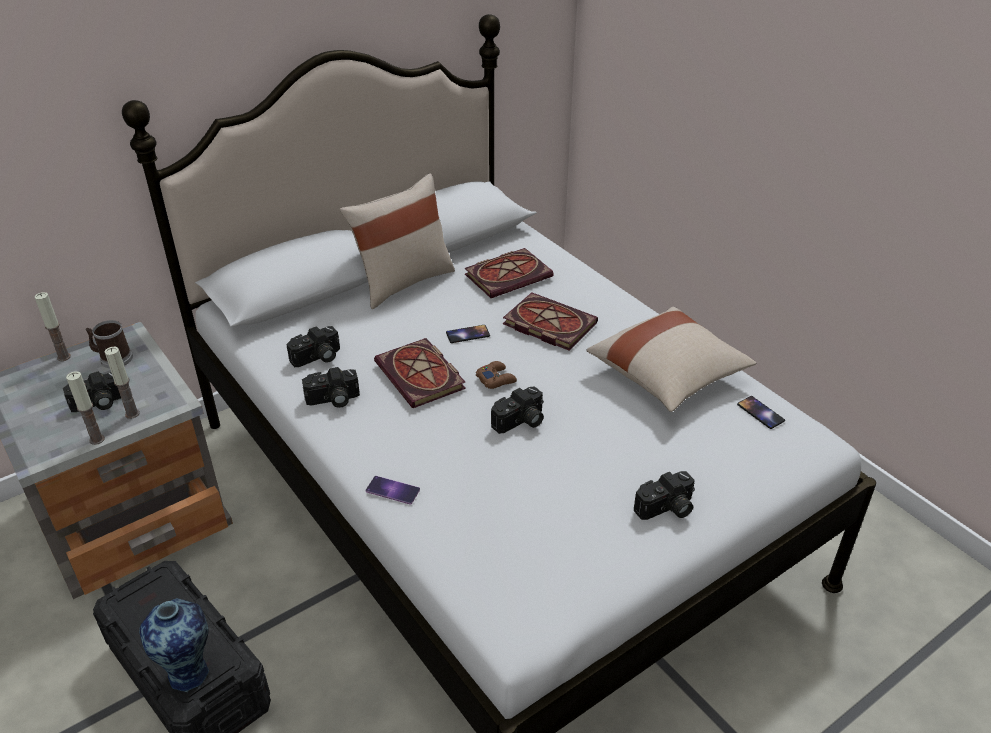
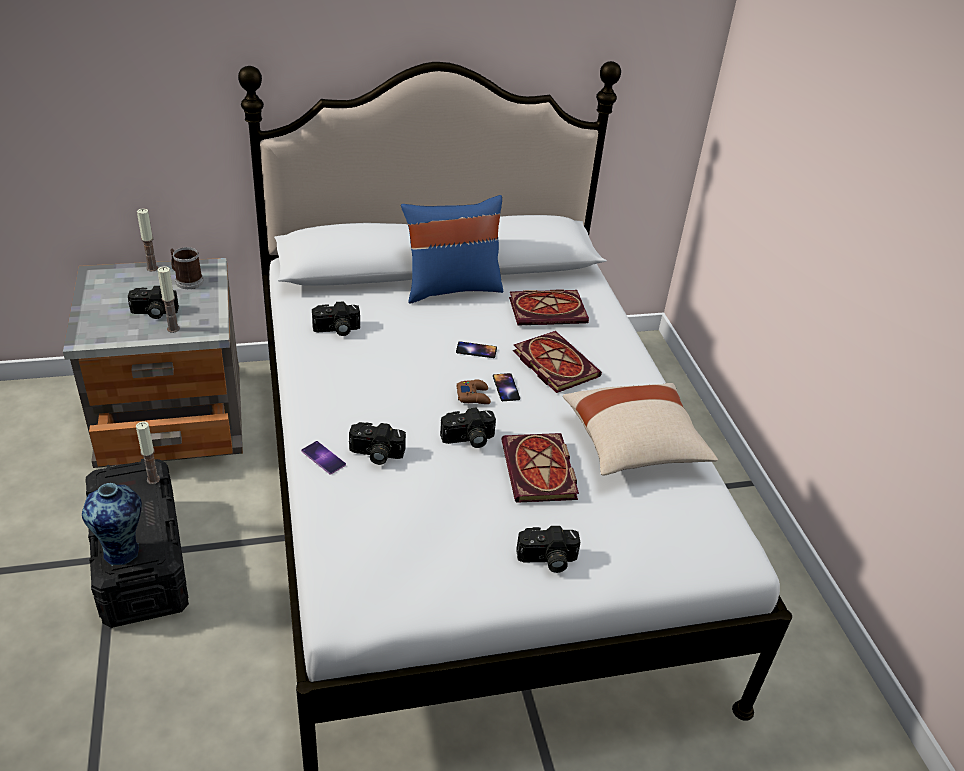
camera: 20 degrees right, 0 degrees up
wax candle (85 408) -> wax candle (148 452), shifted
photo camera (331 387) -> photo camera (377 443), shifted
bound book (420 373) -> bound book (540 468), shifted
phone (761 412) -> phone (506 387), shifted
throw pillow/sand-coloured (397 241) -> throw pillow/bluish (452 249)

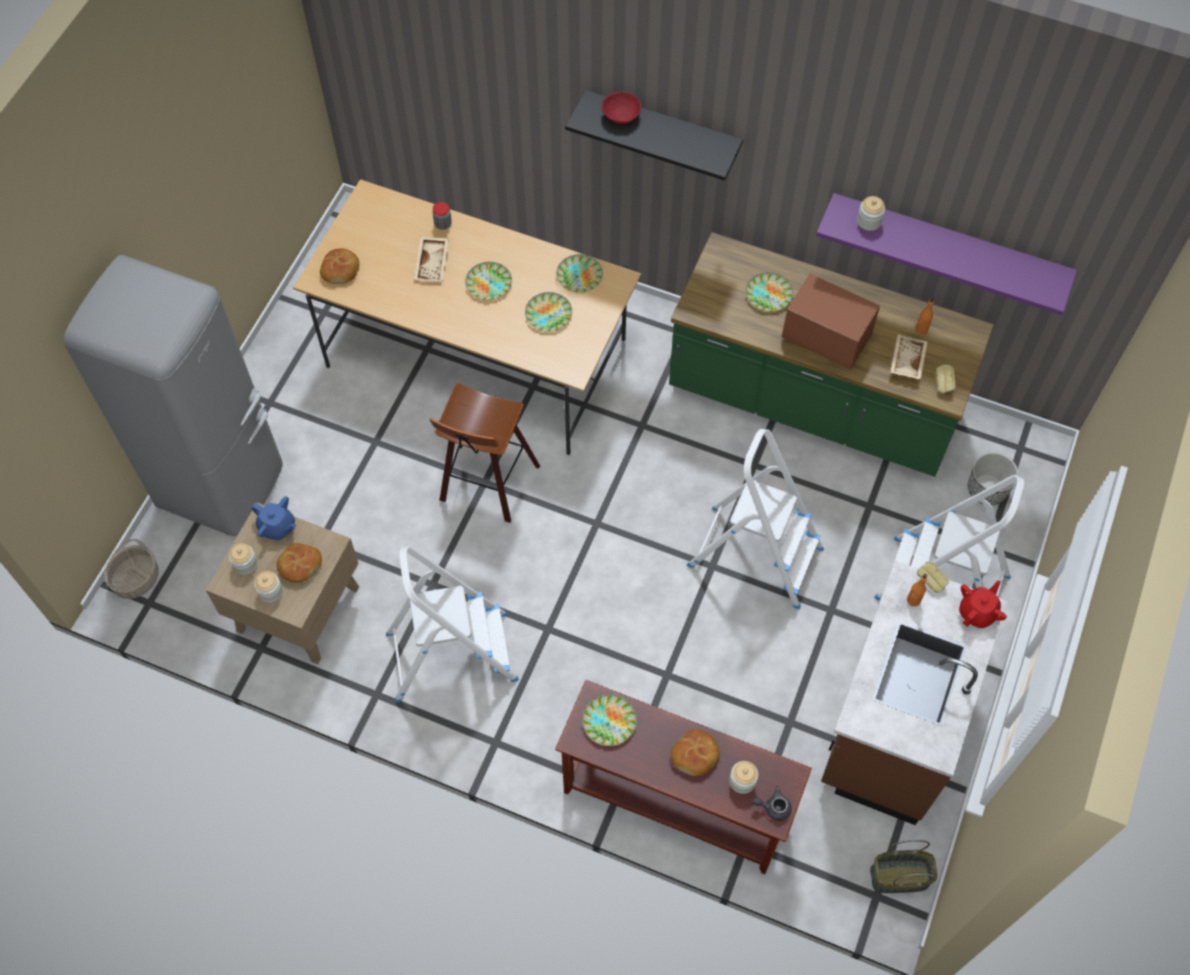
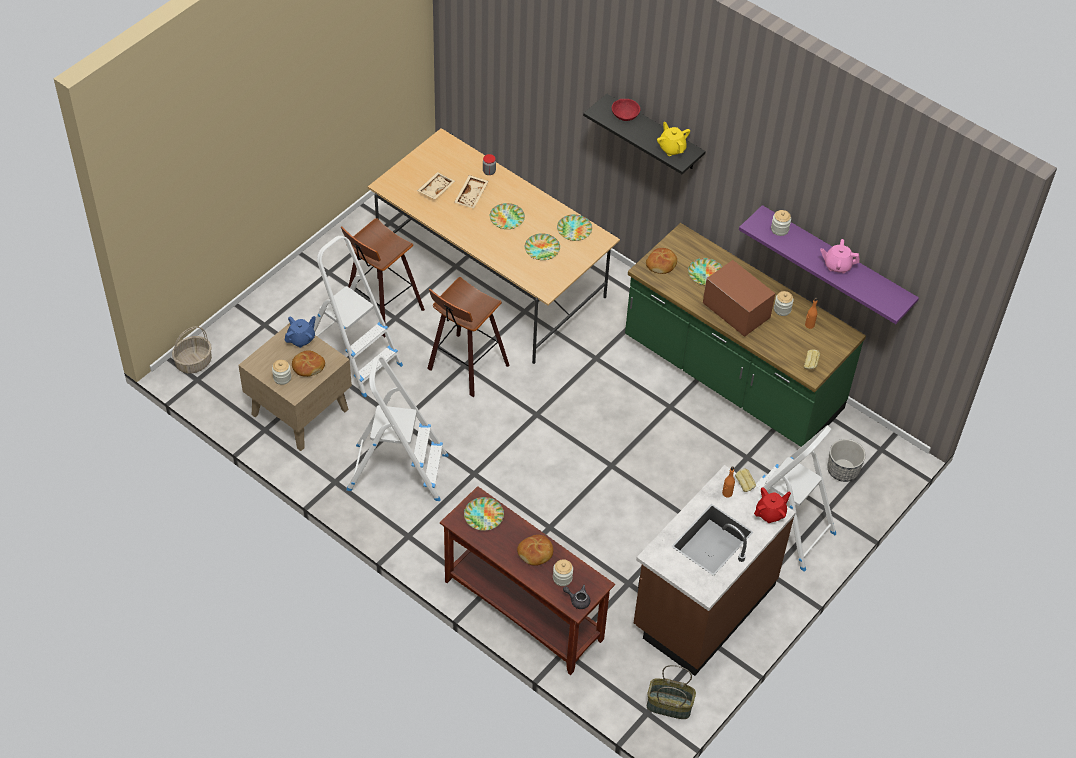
camera: 15 degrees right, 10 degrees down
kitchen fridge/gray (173 395) -> none
none -> stool seat (383 277)
none -> teapot/yellowish (673 139)
none -> teapot/pink-coloured (840 256)
jar (243 559) -> jar (784 303), shifted
baked bread (339 266) -> baked bread (661 261), shifted
step stool/white (755 519) -> step stool/white (358 316), shifted
tray/sand-coloured (908 357) -> tray/sand-coloured (436 186), shifted
teapot/bluish (274 518) -> teapot/bluish (300 332), 90 degrees counterclockwise

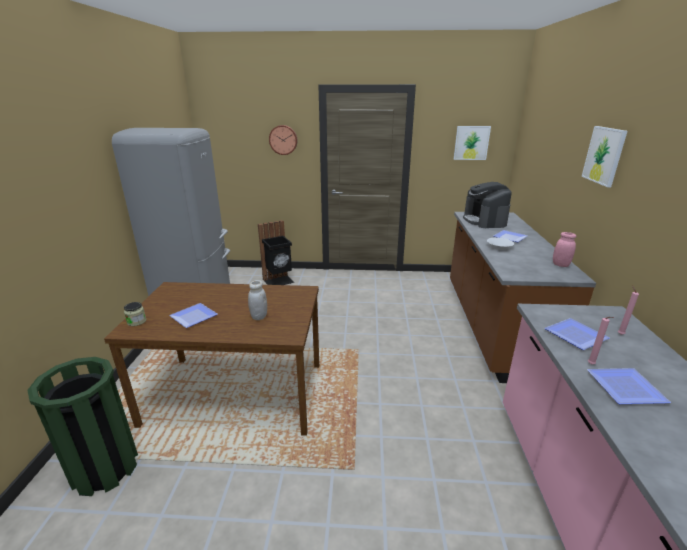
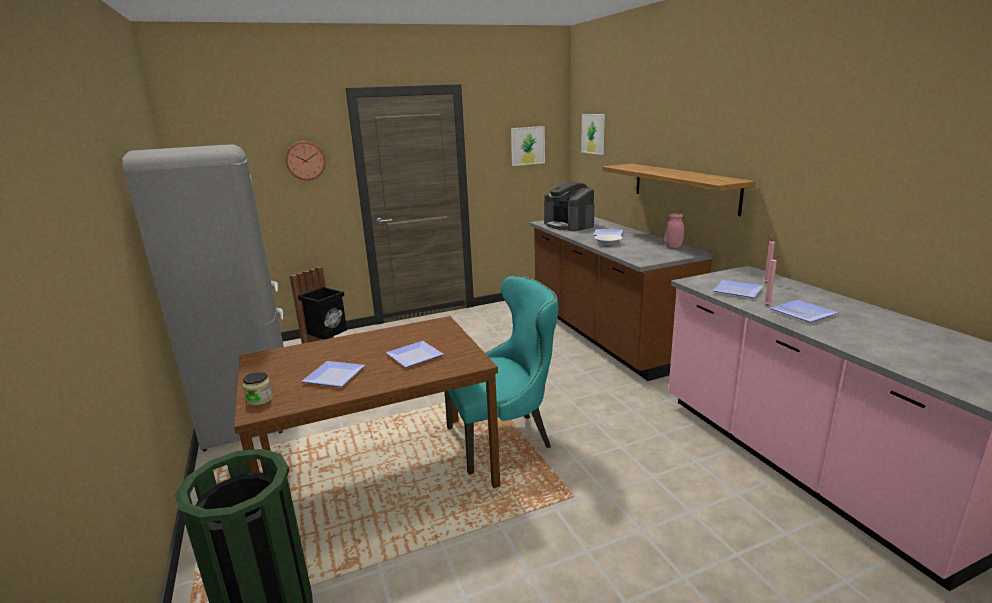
camera: 25 degrees left, 5 degrees down
none -> upright chair/turquoise-coloured (501 375)
none -> shelf (679 190)
wall art (604 156) -> wall art (593 134), shifted
jar/white (257 300) -> plate (415 354)

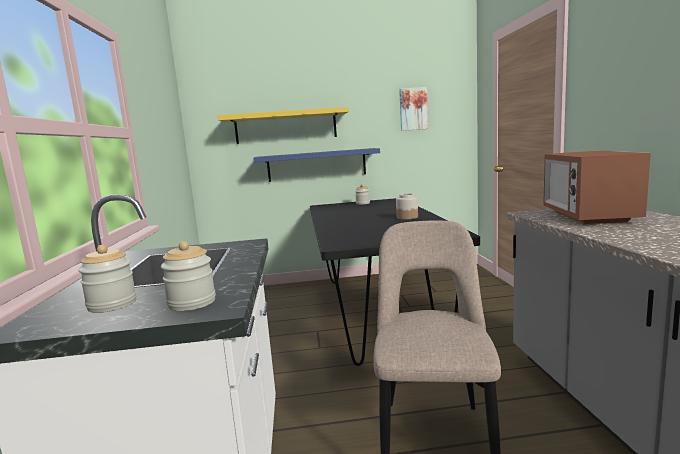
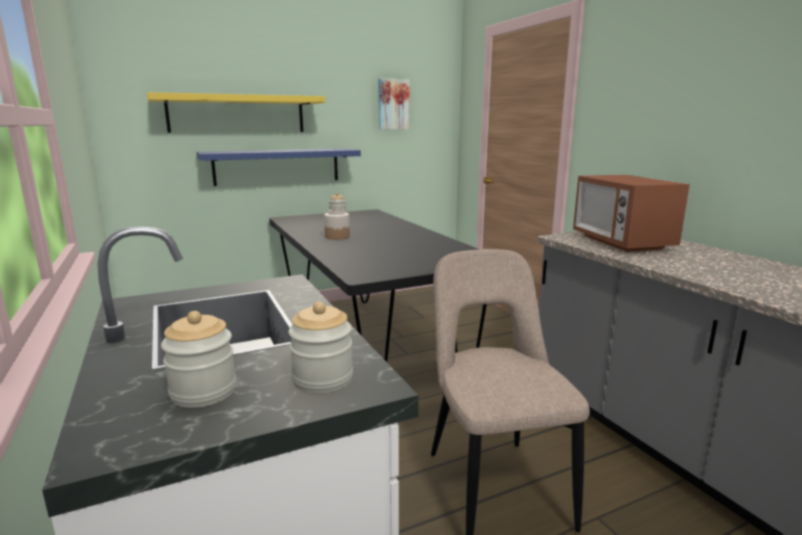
camera: 20 degrees left, 5 degrees up
jar (407 207) -> jar (337 224), shifted

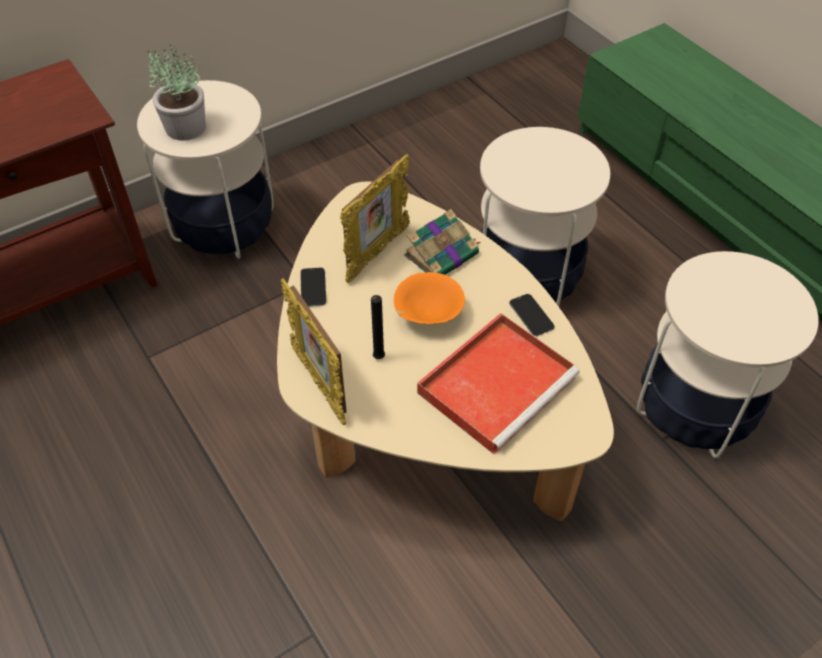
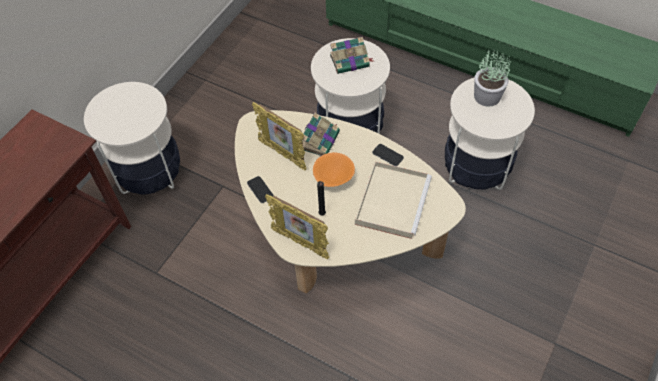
camera: 25 degrees left, 5 degrees up
none -> bound book (351 55)
potted plant (177 92) -> potted plant (492 78), shifted
tray/red-coloured (498 383) -> tray/sand-coloured (393 200)
picture frame (375 218) -> picture frame (279 136), 120 degrees clockwise

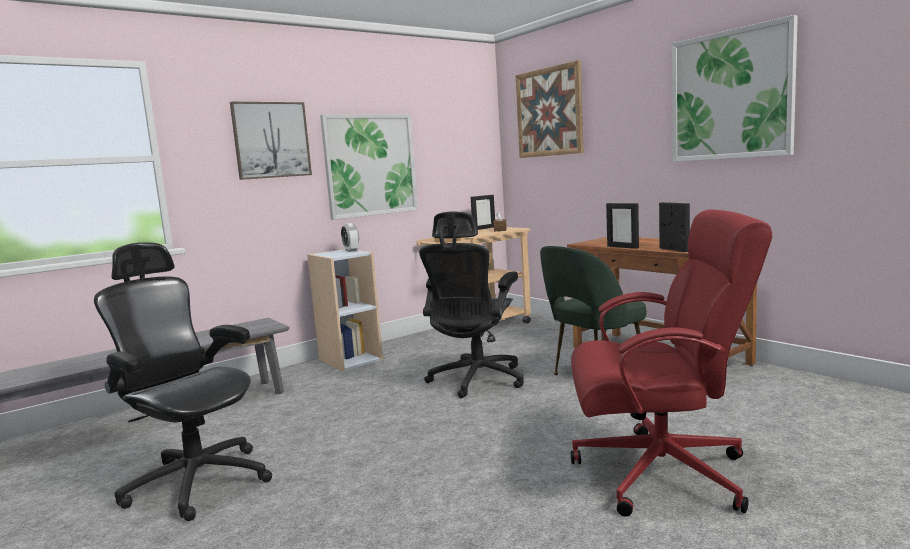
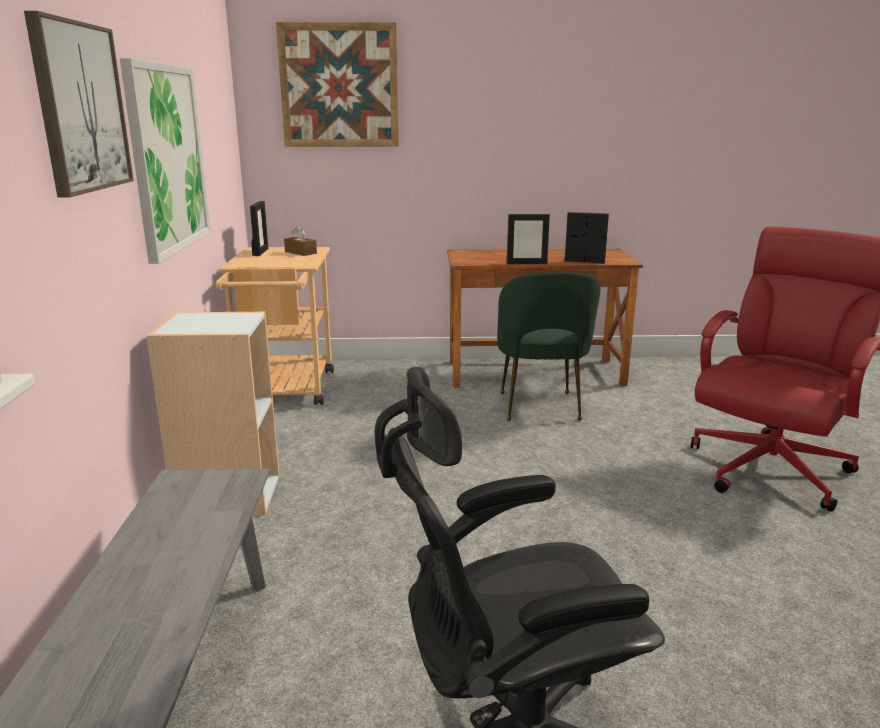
camera: 55 degrees left, 10 degrees up
alarm clock (350 237) -> none
desk chair (471 305) -> none
wall art (735 88) -> none

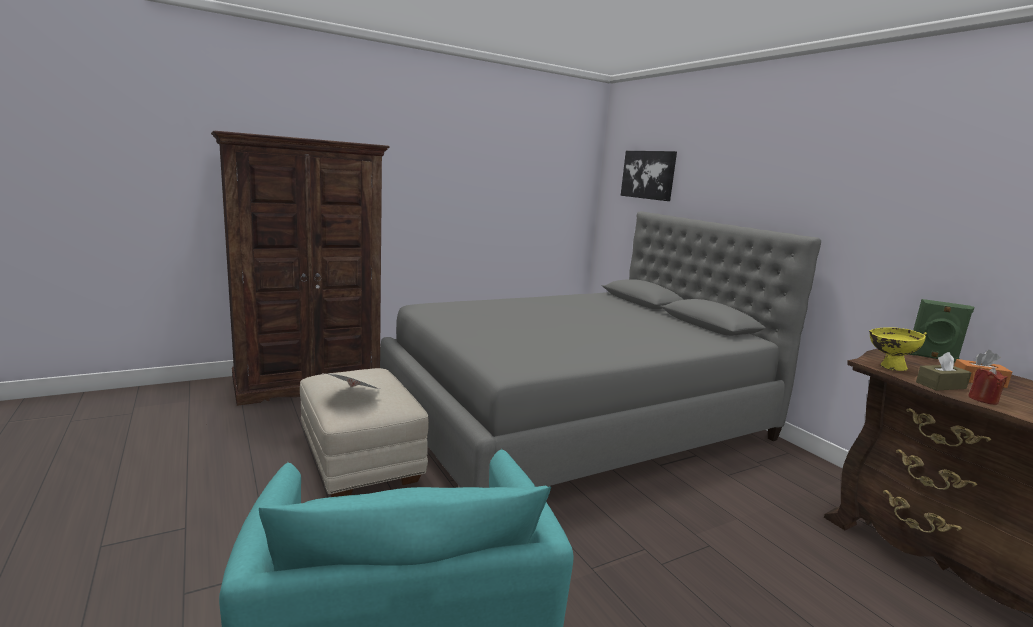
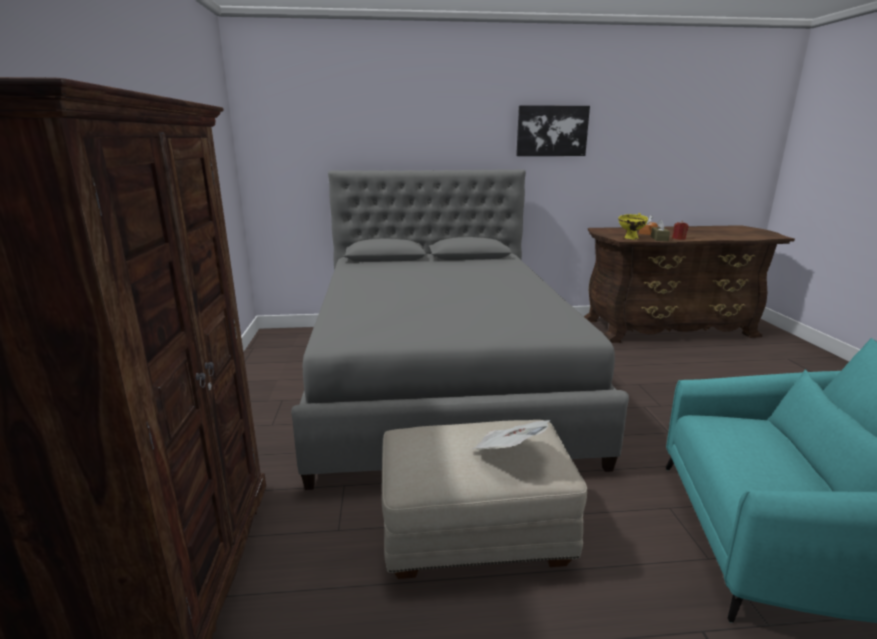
camera: 65 degrees left, 5 degrees up
loudspeaker/green-coloured (941 331) -> none
wall art (649 176) -> wall art (553 130), shifted

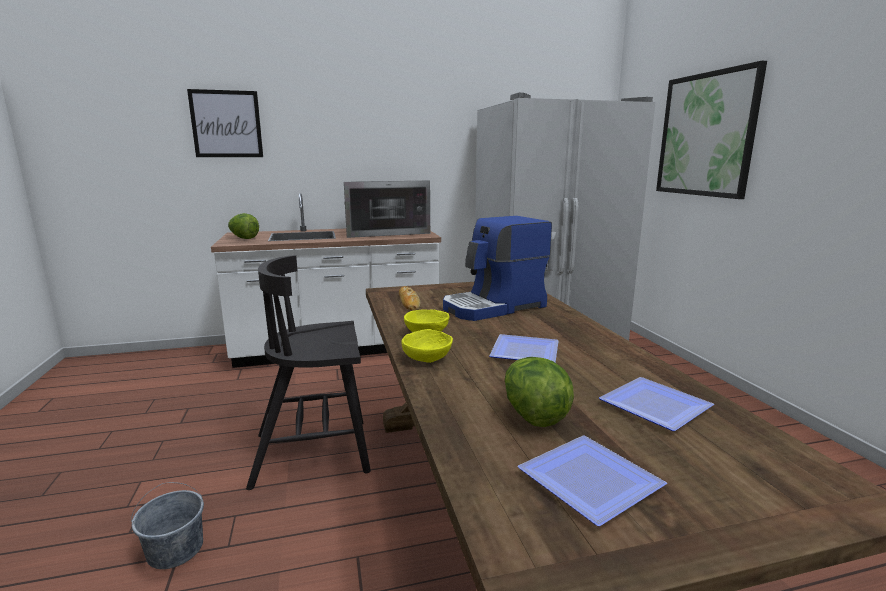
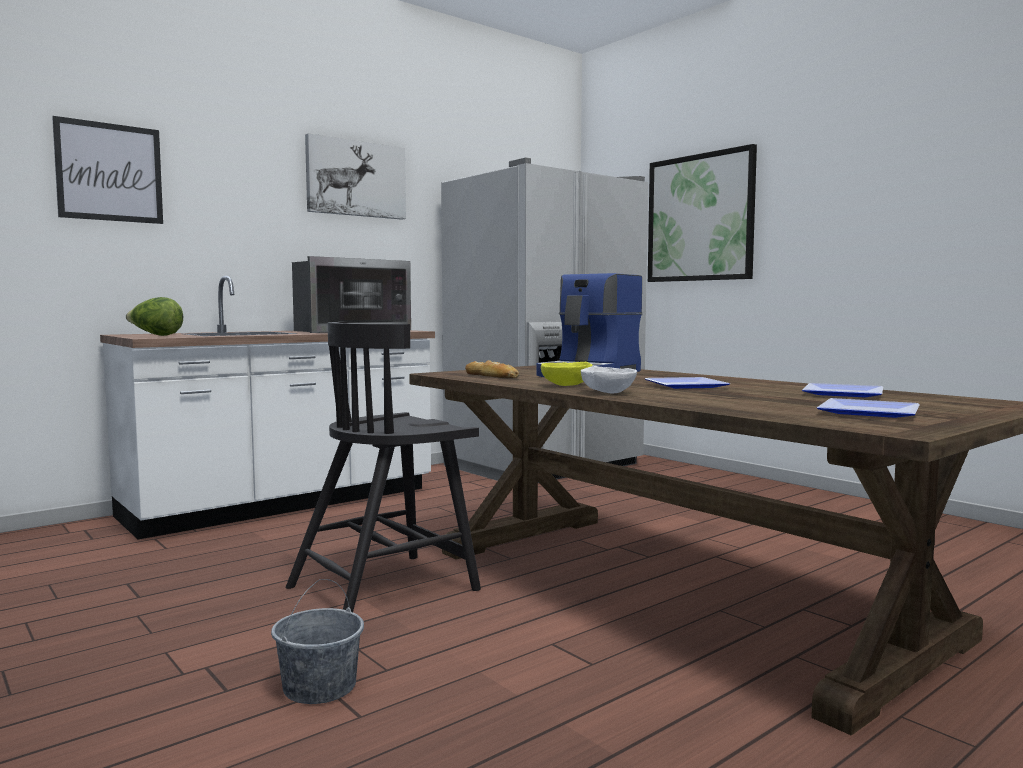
camera: 25 degrees left, 10 degrees down
lettuce (539 392) -> none
none -> wall art (355 176)
bowl/yellowish (427 346) -> bowl/white (609 379)

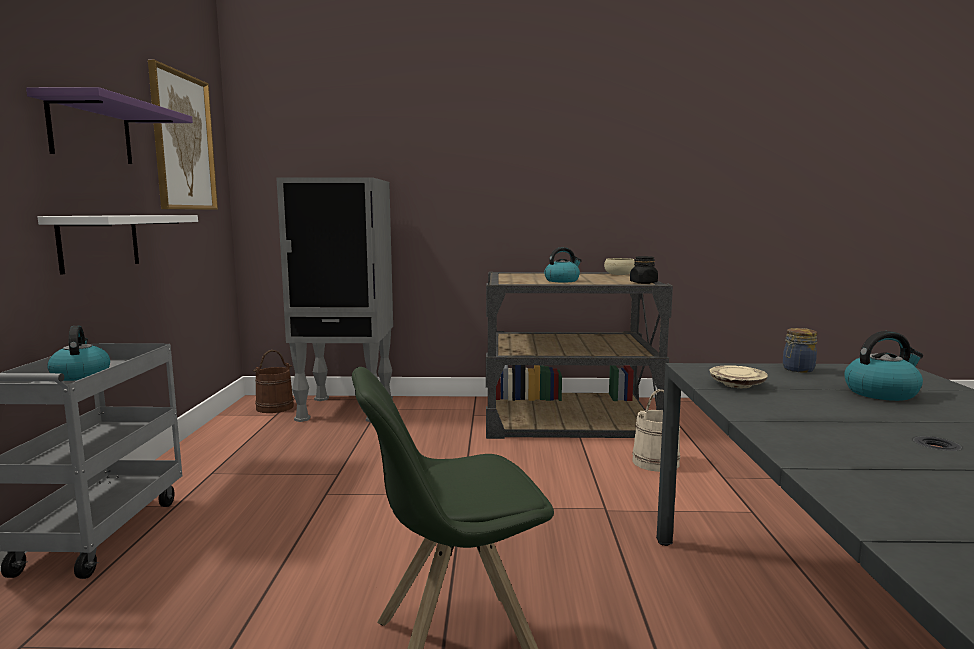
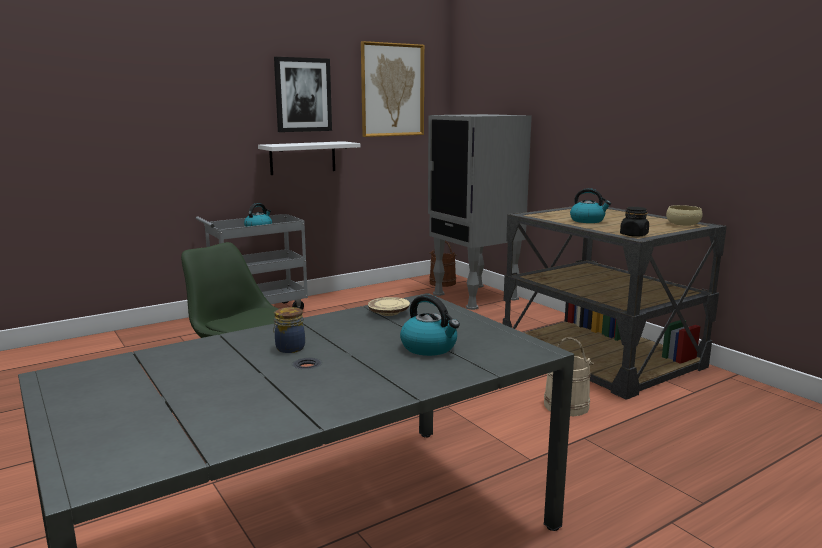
camera: 55 degrees right, 5 degrees up
jar (800 350) -> jar (289 330), shifted
shelf/purple (109 125) -> wall art (303 94)

